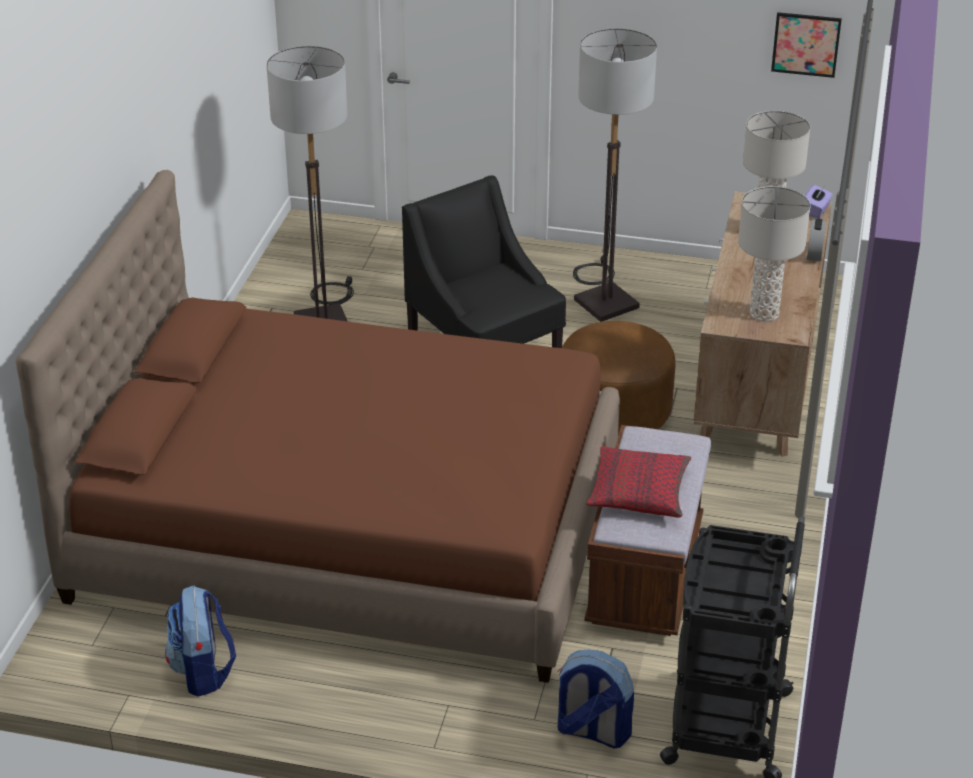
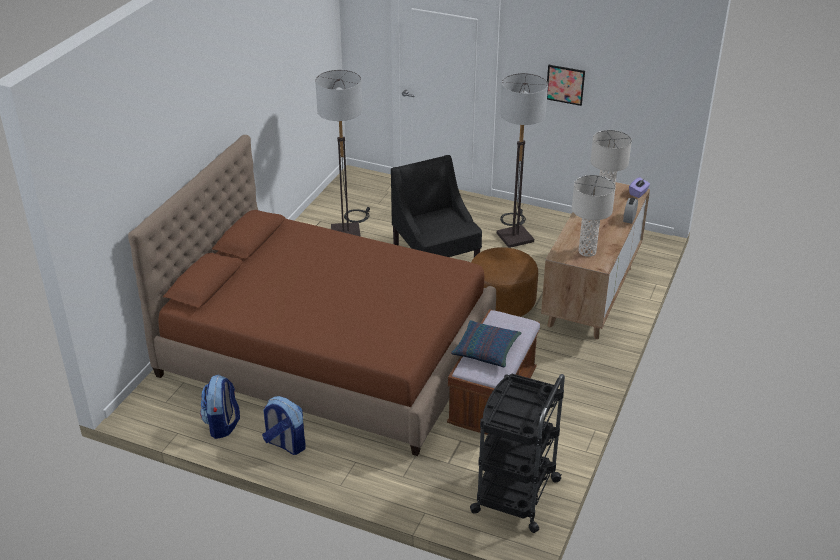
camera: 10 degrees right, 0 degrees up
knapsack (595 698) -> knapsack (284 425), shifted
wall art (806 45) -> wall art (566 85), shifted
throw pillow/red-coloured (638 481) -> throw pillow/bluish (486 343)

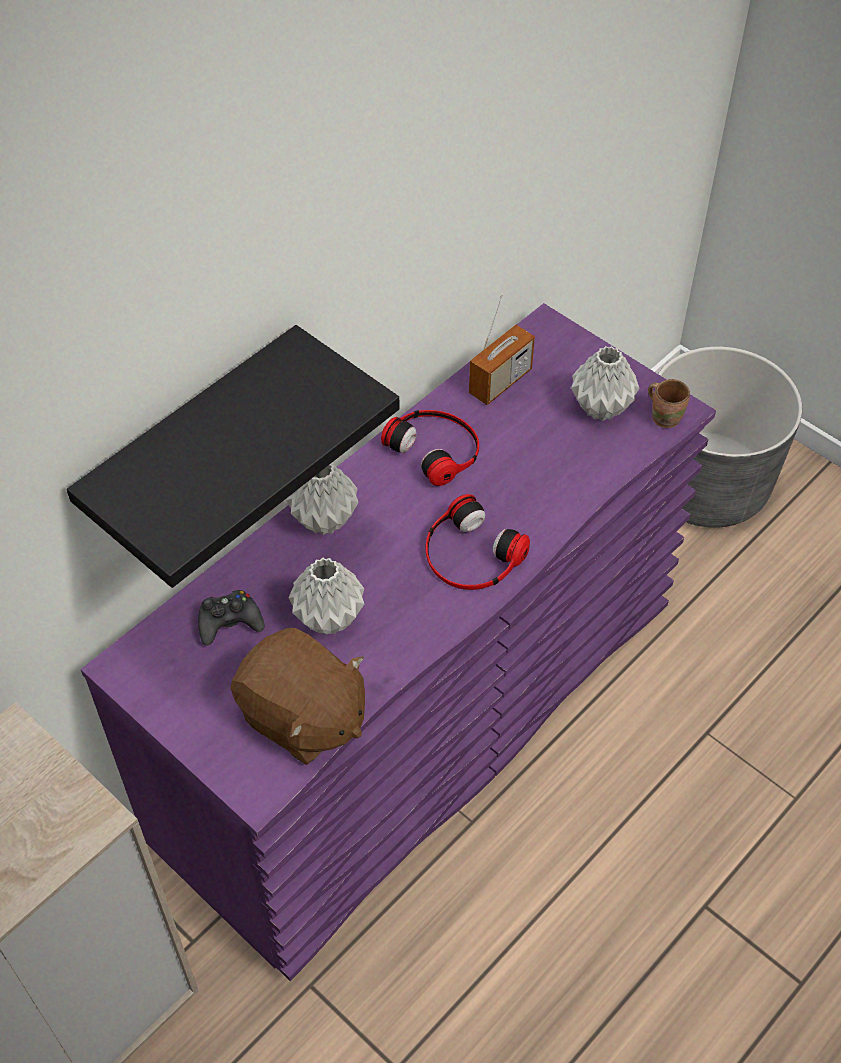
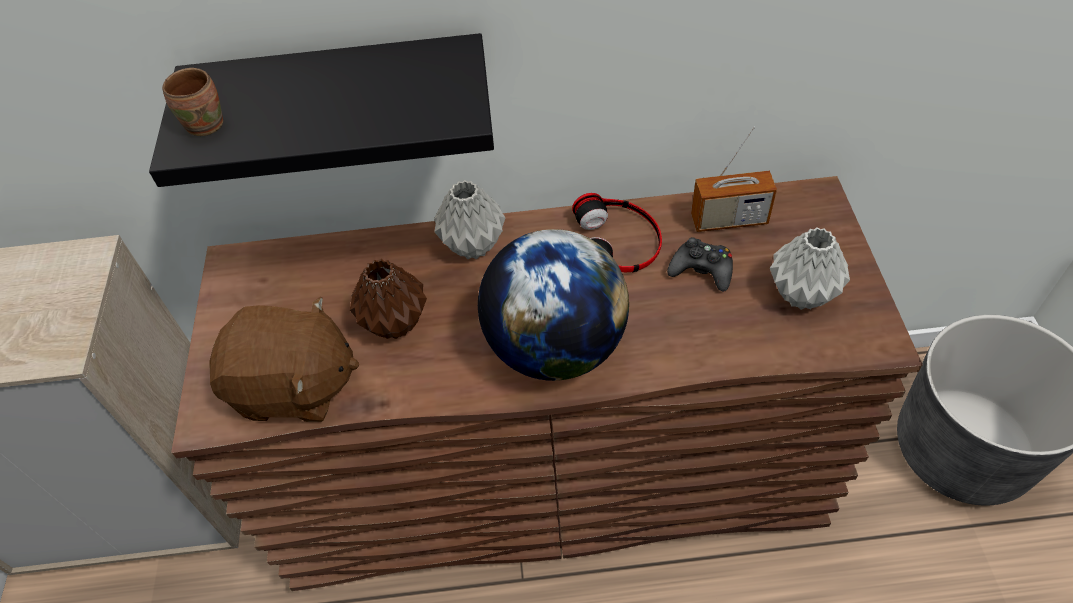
camera: 45 degrees right, 0 degrees up
game controller/black (231 618) -> game controller/black (700 264), shifted
tea mug/brown (669 403) -> tea mug/brown (192 102), shifted
pair of headphones (478 542) -> world globe (553 305)
dresser/purple (398 642) -> dresser/brown (547 383)
decorative vase/gray (326 596) -> decorative vase/brown (388 299)
soft toy/brown (298 696) -> soft toy/brown (284 359), 75 degrees counterclockwise

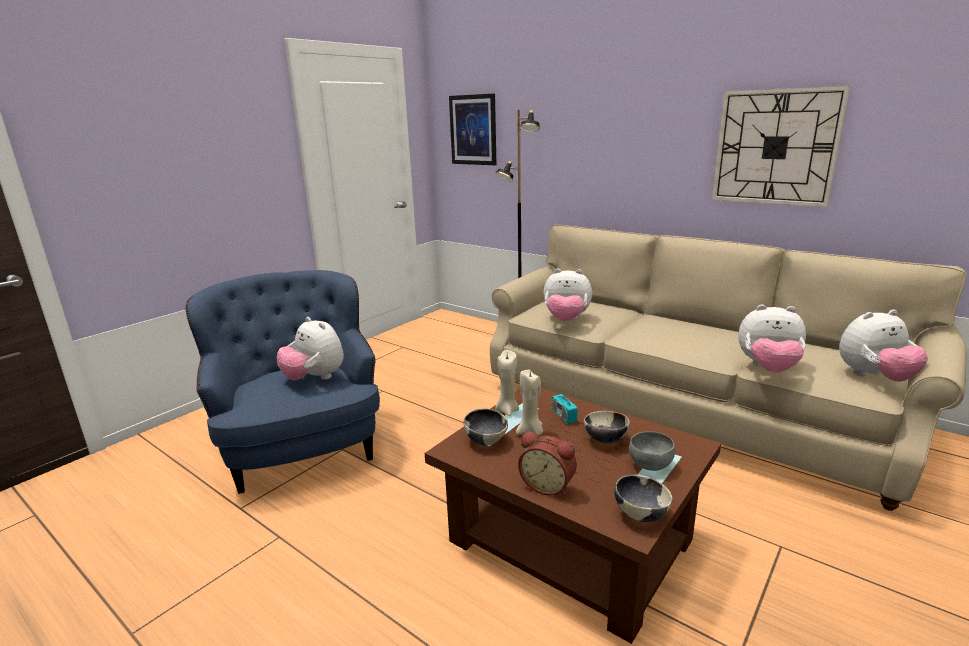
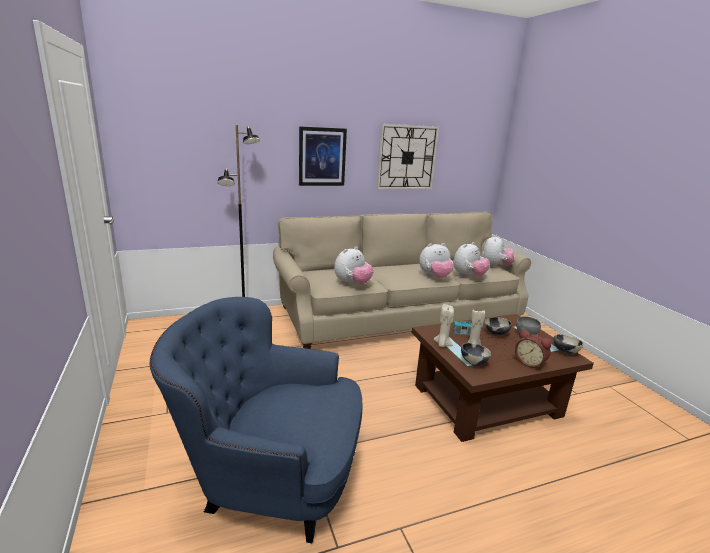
camera: 60 degrees left, 0 degrees up
soft toy (310 349) -> soft toy (436 260), shifted
wall art (472 129) -> wall art (323 156), shifted
alarm clock (547 463) -> alarm clock (533 349), 75 degrees clockwise

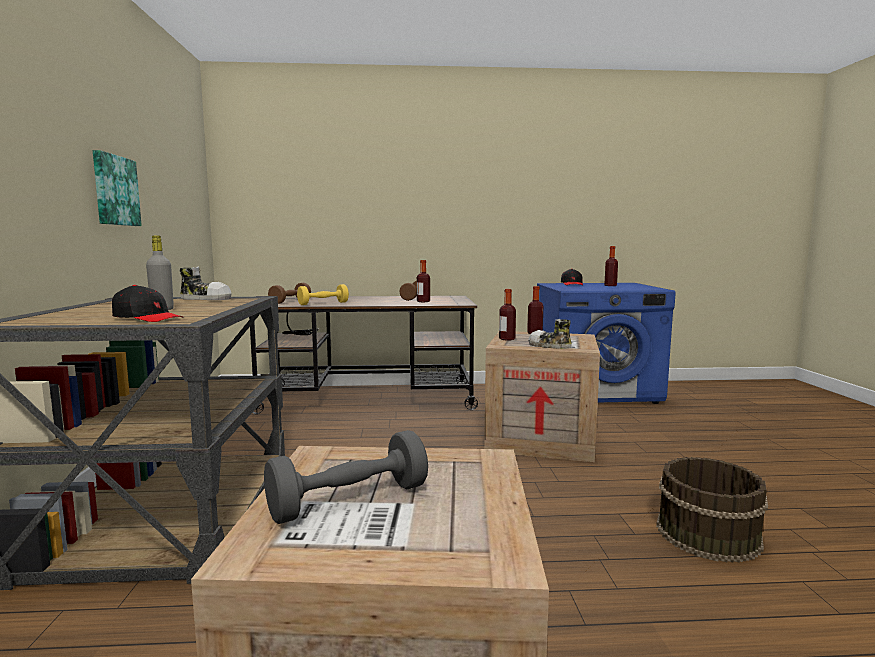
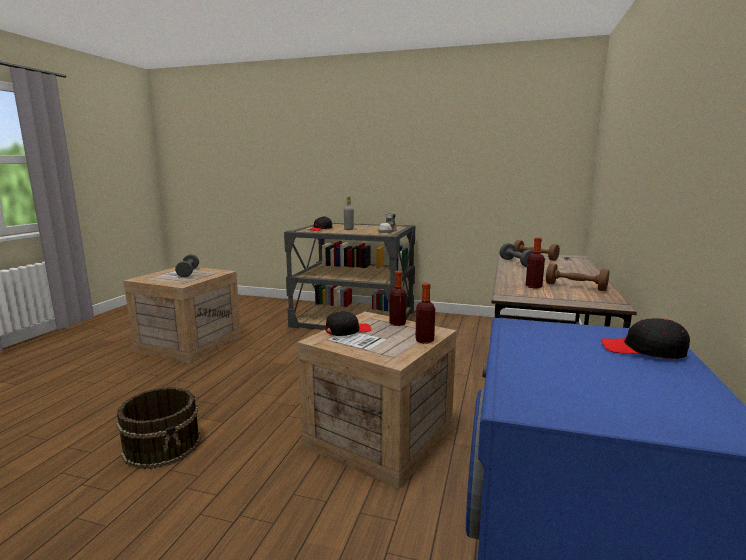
camera: 110 degrees right, 5 degrees up
wall art (117 188) -> none
beverage bottle (611 266) -> none
item of footwear (550 334) -> peaked cap/black (348 323)
free weight/yellowish (323 294) -> free weight/gray (516 255)

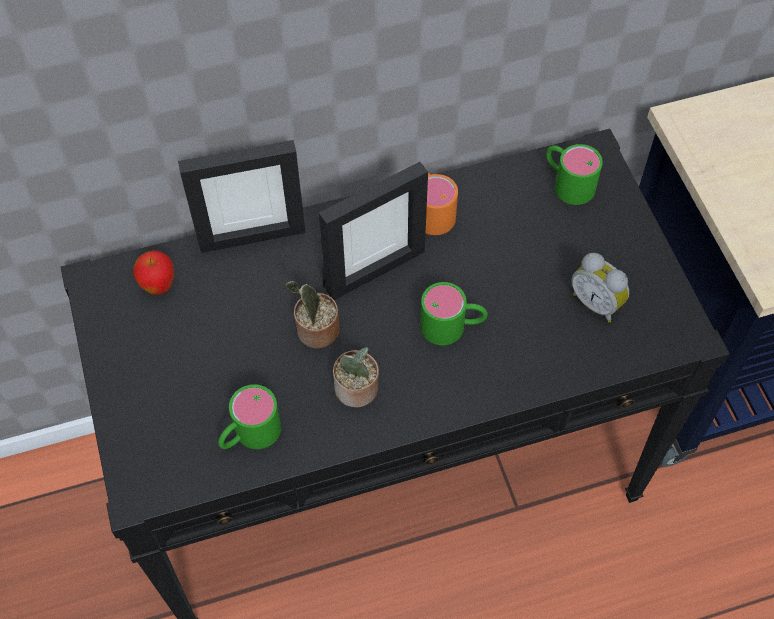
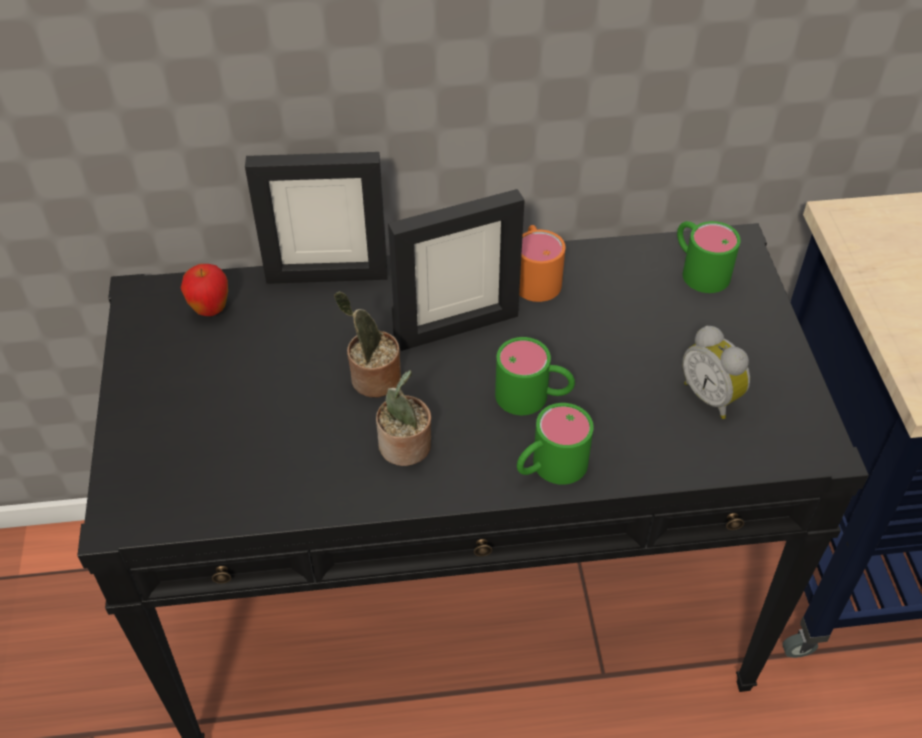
camera: 10 degrees right, 10 degrees down
tea mug/green-coloured (249 416) -> tea mug/green-coloured (555 444), shifted

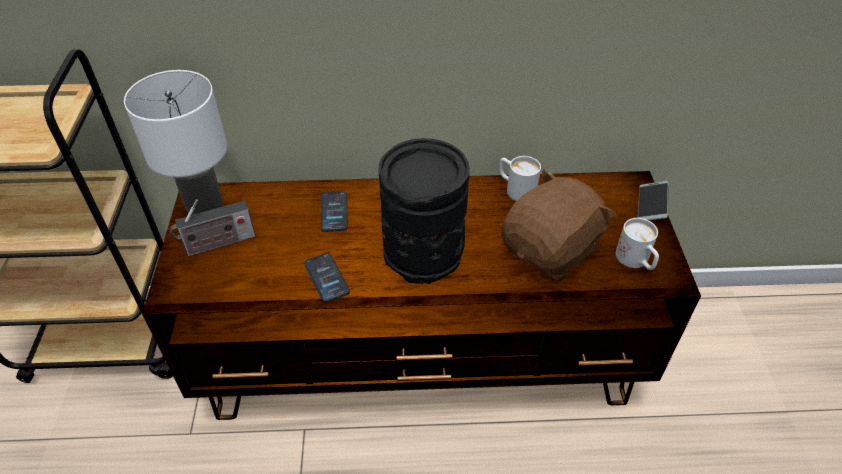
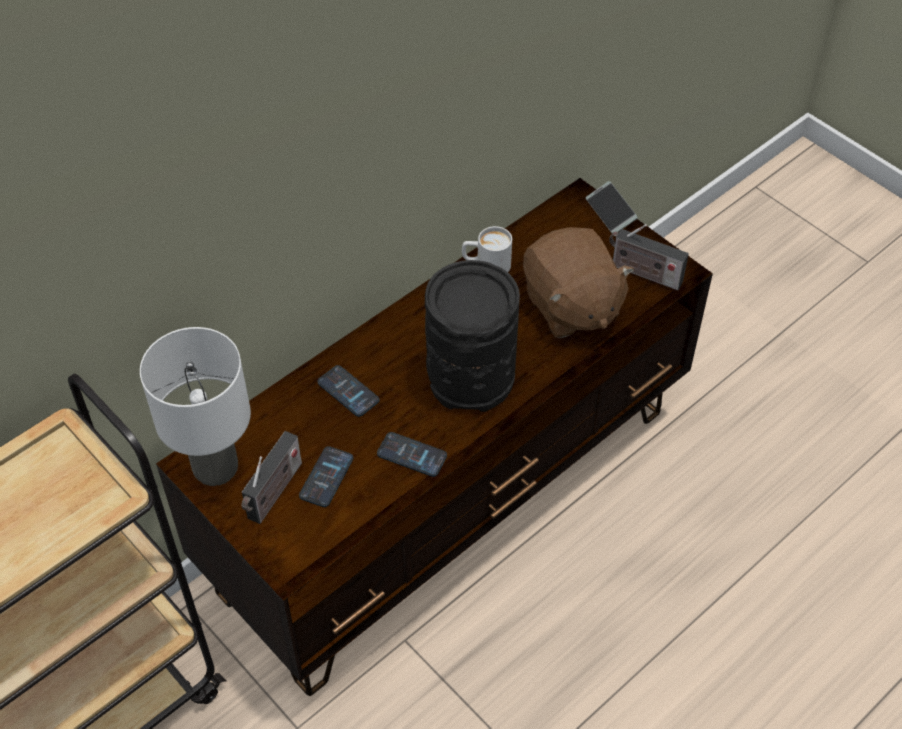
camera: 40 degrees left, 5 degrees up
none -> phone (326 476)
tea mug/white (637 244) -> radio (649 257)
soft toy/brown (559 225) -> soft toy/brown (578 282), 150 degrees clockwise

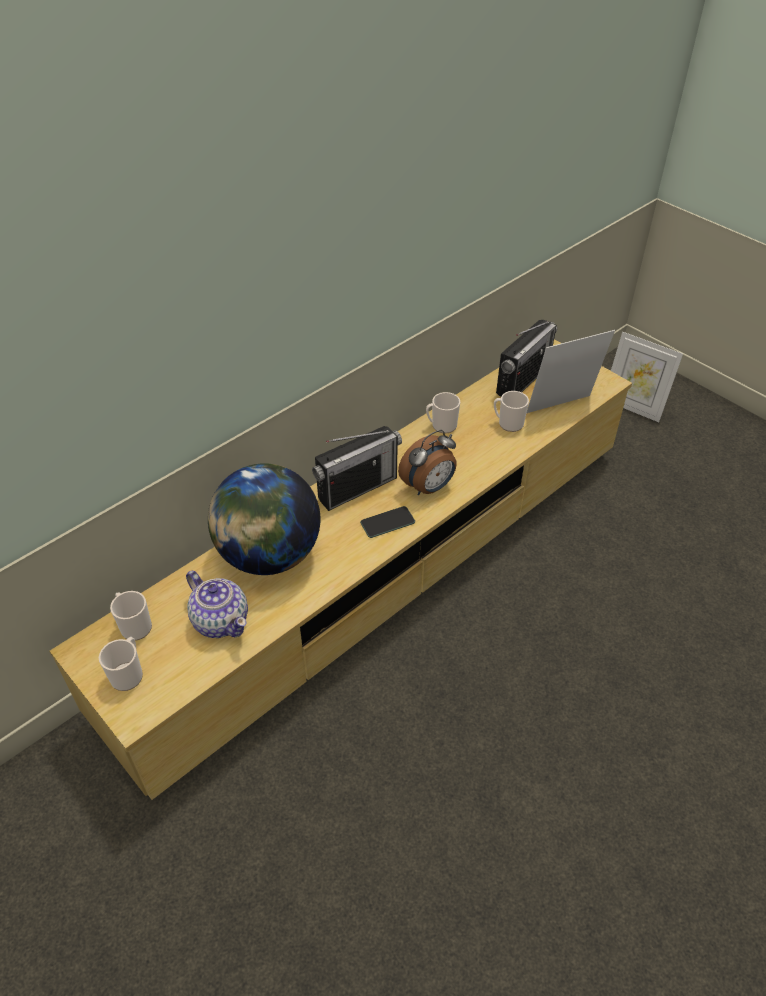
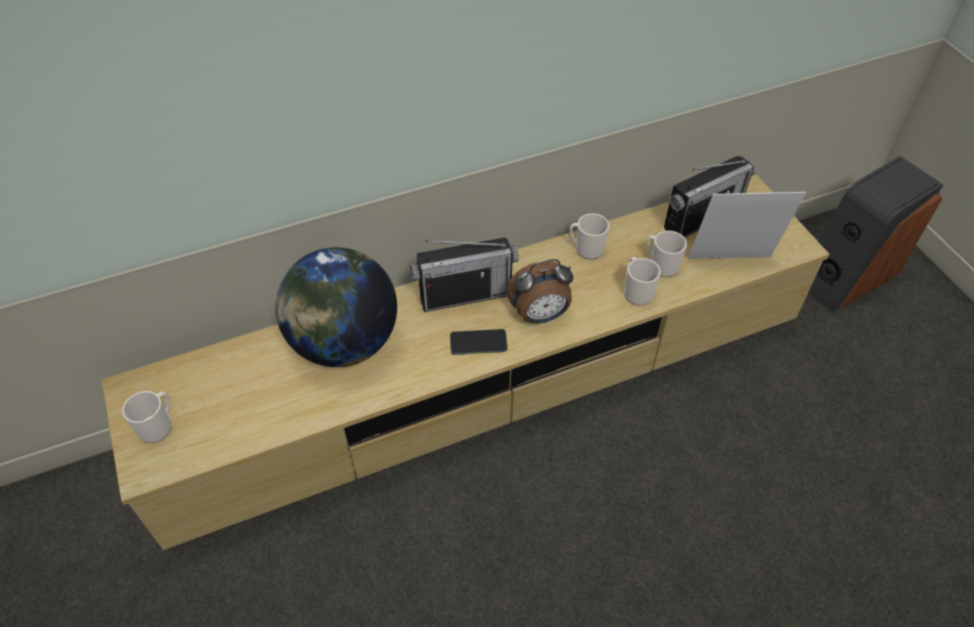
camera: 20 degrees right, 5 degrees up
teapot (217 604) -> none
tea mug (131 616) -> tea mug (642 281), shifted
picture frame (647 377) -> loudspeaker (875 234)

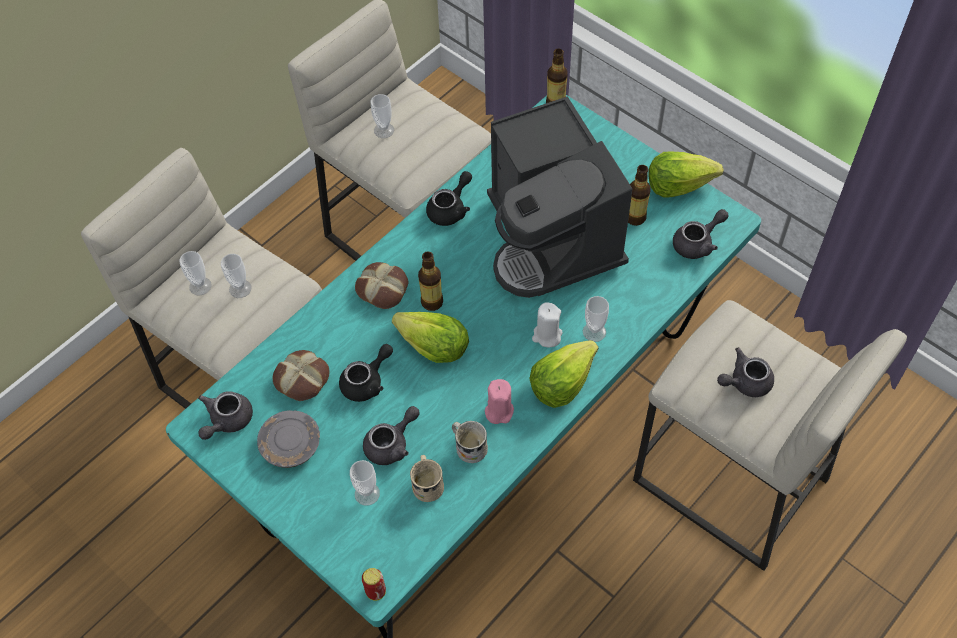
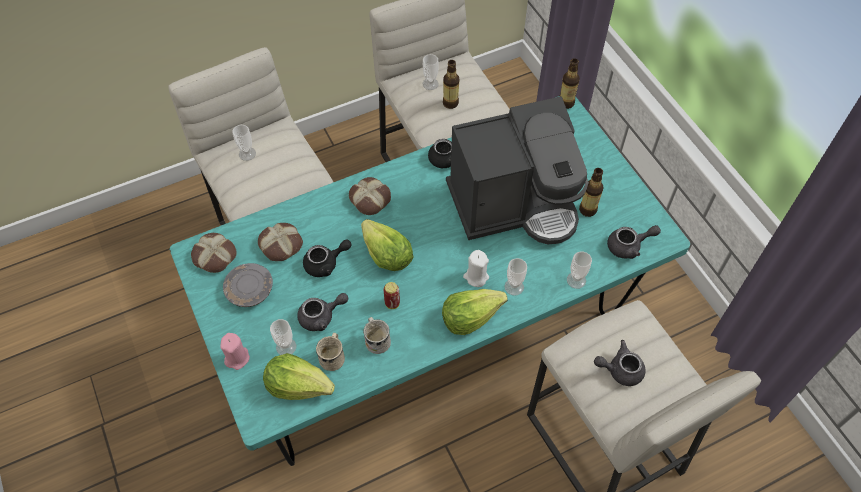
camera: 20 degrees right, 0 degrees up
small cup (236 276) -> small cup (579 270), shifted
metal can (374 584) -> metal can (391 295), shifted
beverage bottle (430 281) -> beverage bottle (451 84), shifted
wax candle/pink-coloured (499 401) -> wax candle/pink-coloured (235 351), shifted
lettuce (686 174) -> lettuce (299 376), shifted
teapot/gray (225 415) -> baked bread (214 253)
coffee machine (559 197) -> coffee machine (517 170), 105 degrees counterclockwise

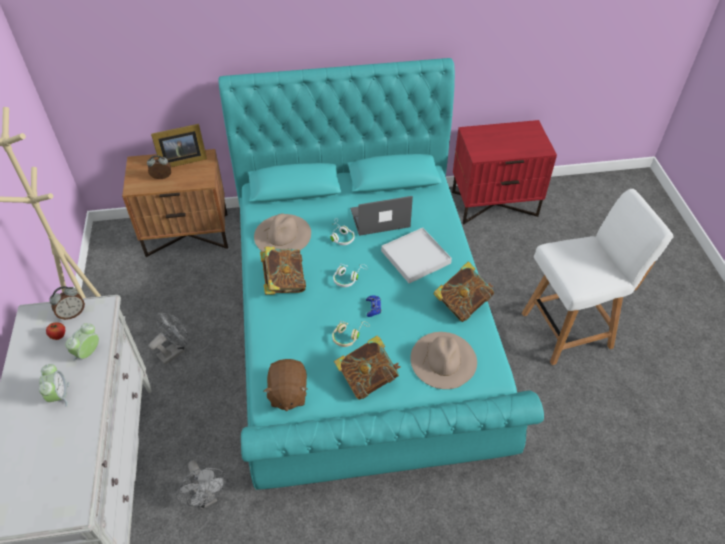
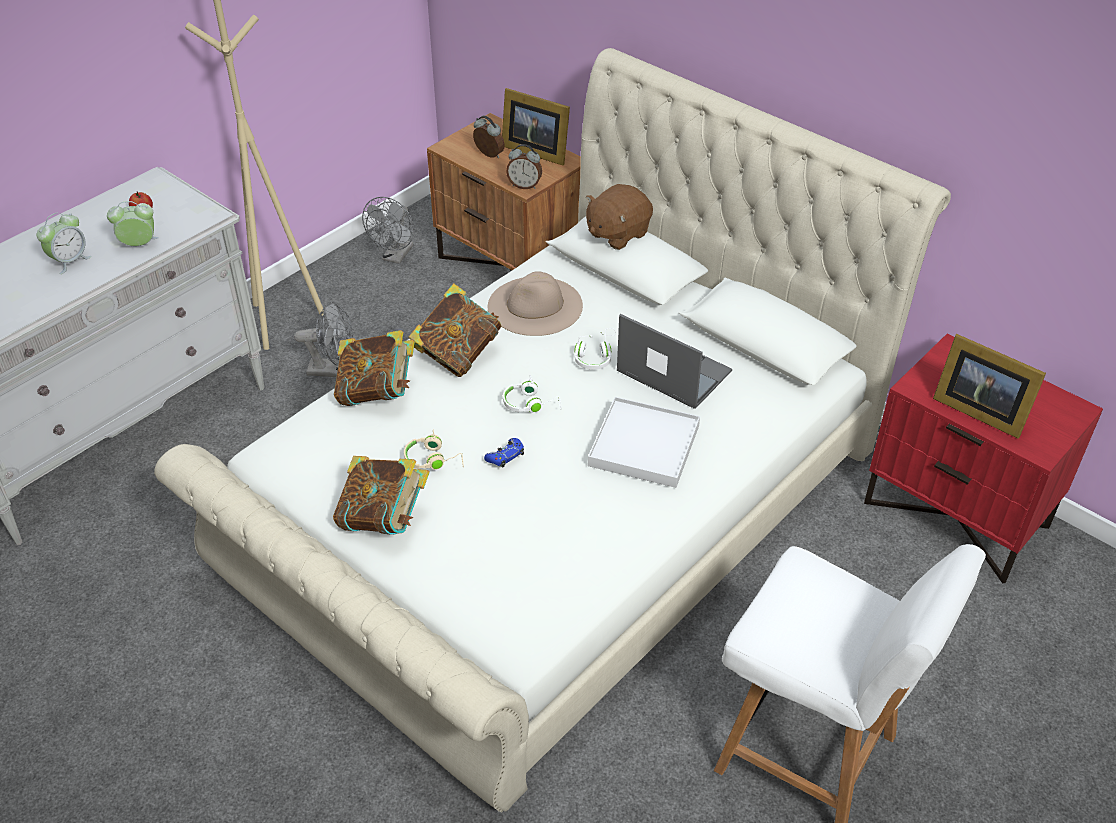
camera: 50 degrees right, 5 degrees down
wearable hat/sand-coloured (443 360) -> none
none -> picture frame (989 386)
alarm clock (67 303) -> alarm clock (524 166), shifted
fan/gray (201 485) -> fan/gray (388 230), shifted
soft toy/brown (286 385) -> soft toy/brown (619 217), shifted
bound book (463 291) -> bound book (374 368), shifted
bedroom bed/turquoise-coloured (381 274) -> bedroom bed/sand-coloured (552 430)

